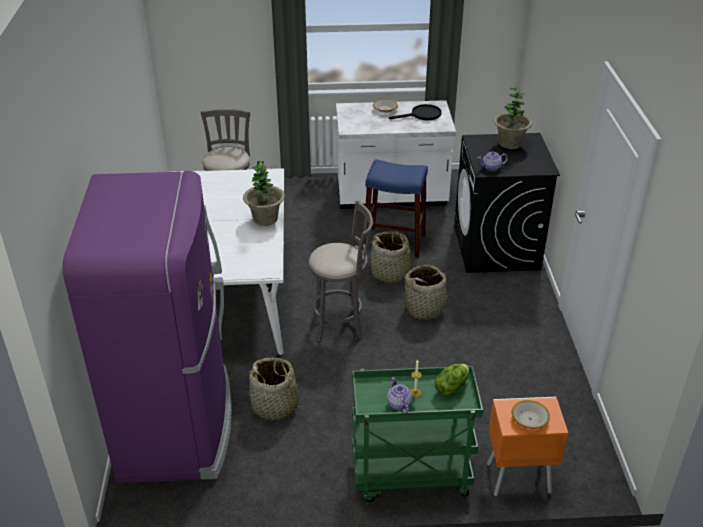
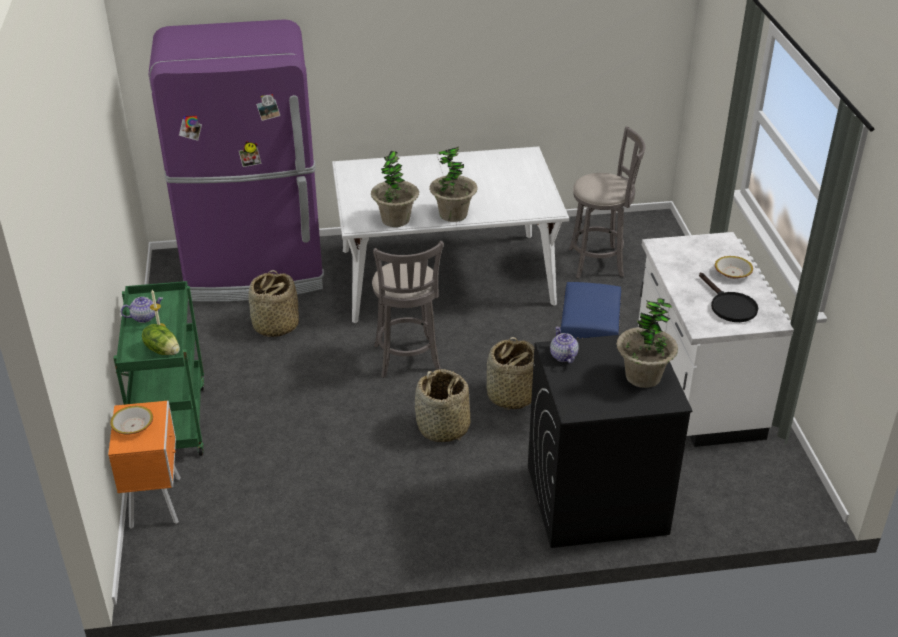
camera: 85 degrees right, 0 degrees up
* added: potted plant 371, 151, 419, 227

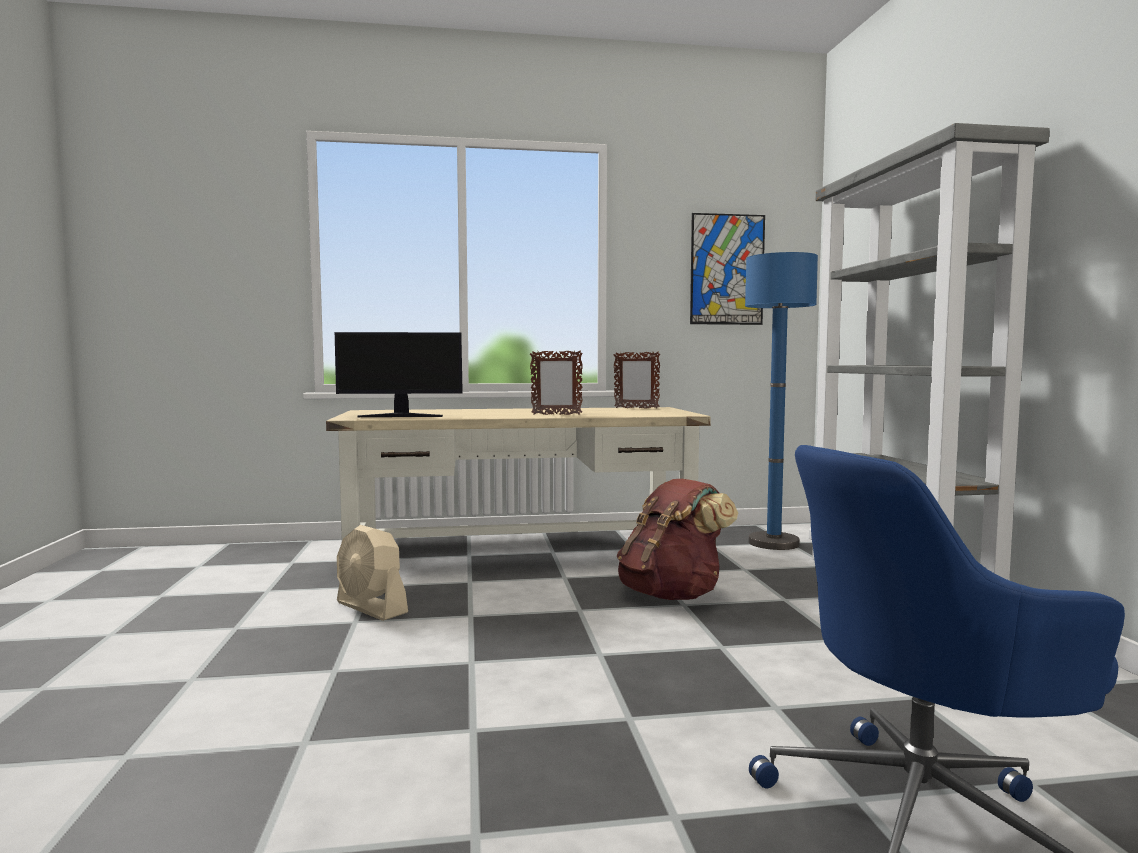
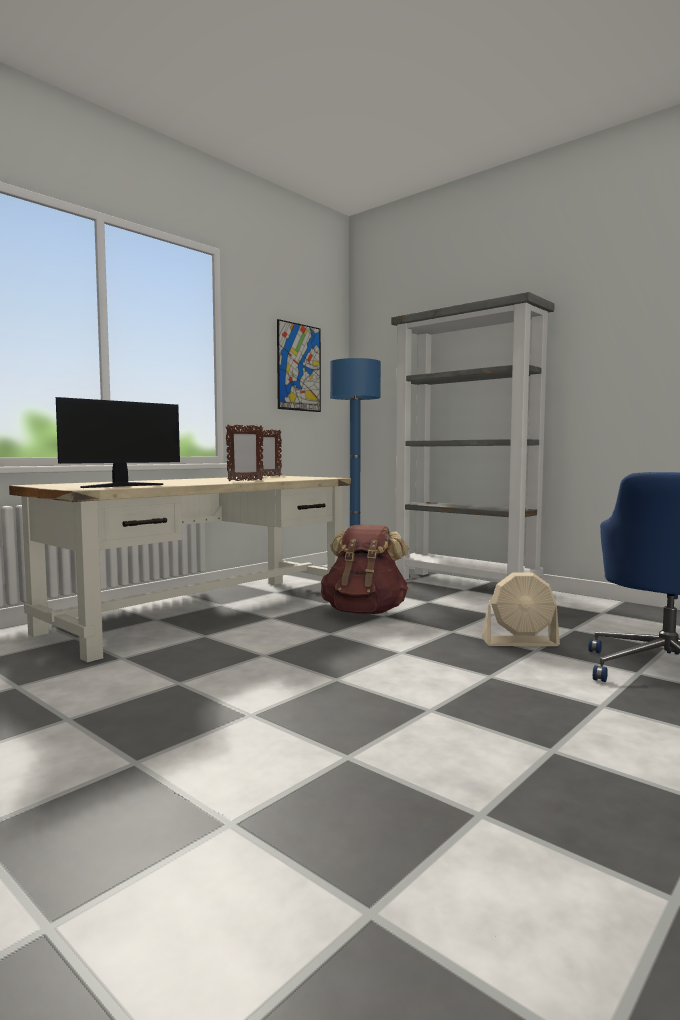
camera: 40 degrees left, 0 degrees up
* moved: beige fan 337, 525, 408, 621 to 482, 572, 560, 646

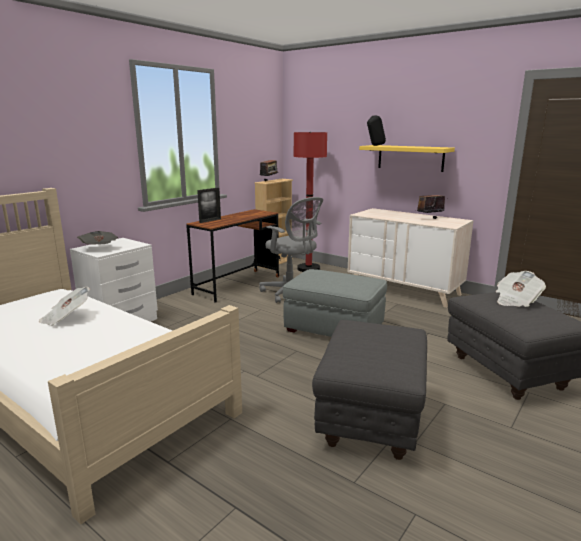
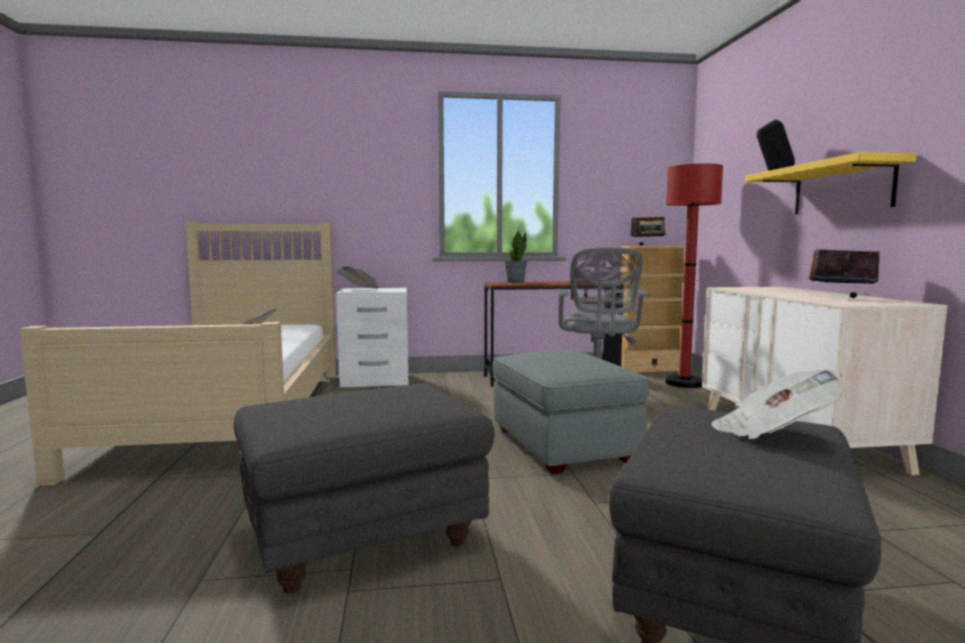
camera: 45 degrees right, 10 degrees down
* replaced: picture frame 197, 188, 221, 223 to potted plant 504, 230, 527, 283

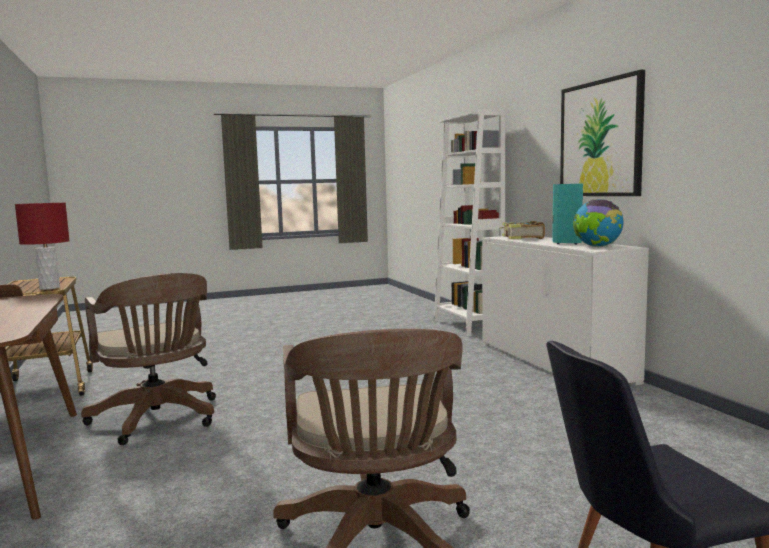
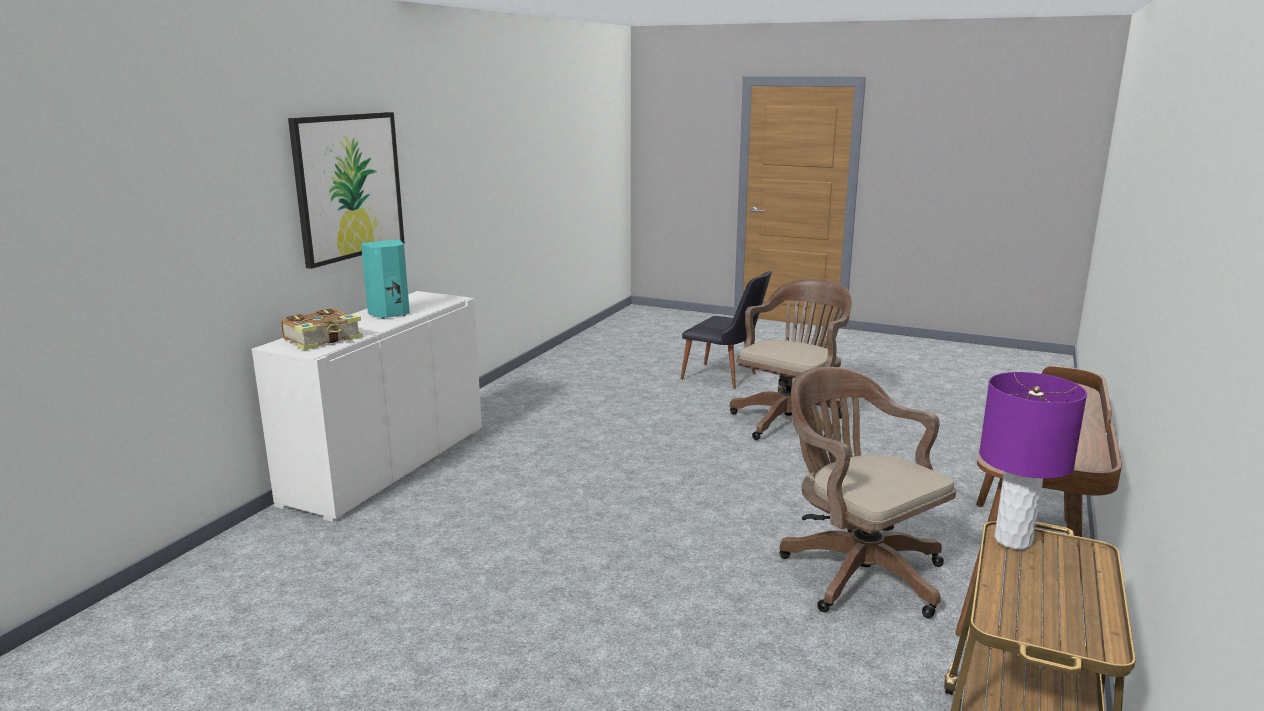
camera: 135 degrees left, 10 degrees up
* removed: white bookcase 434, 109, 505, 336
* removed: globe 573, 199, 624, 247
* recoloured: red table lamp 15, 203, 70, 290 to purple table lamp 979, 372, 1087, 549
* turned: brown office chair 81, 273, 216, 445 = 779, 367, 956, 618 45 degrees counterclockwise

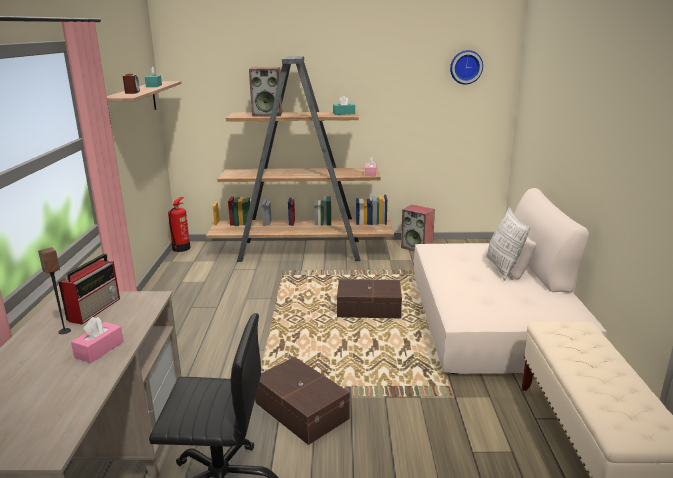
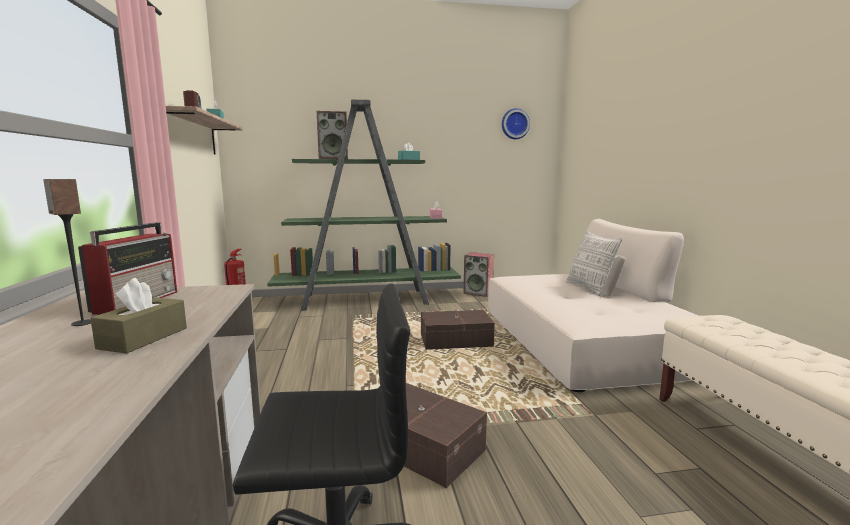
camera: 10 degrees left, 10 degrees down
* recoloured: brown bookcase 206, 56, 394, 262 to green bookcase 267, 100, 461, 311
* recoloured: pink tissue box 71, 317, 124, 363 to brown tissue box 90, 278, 187, 354

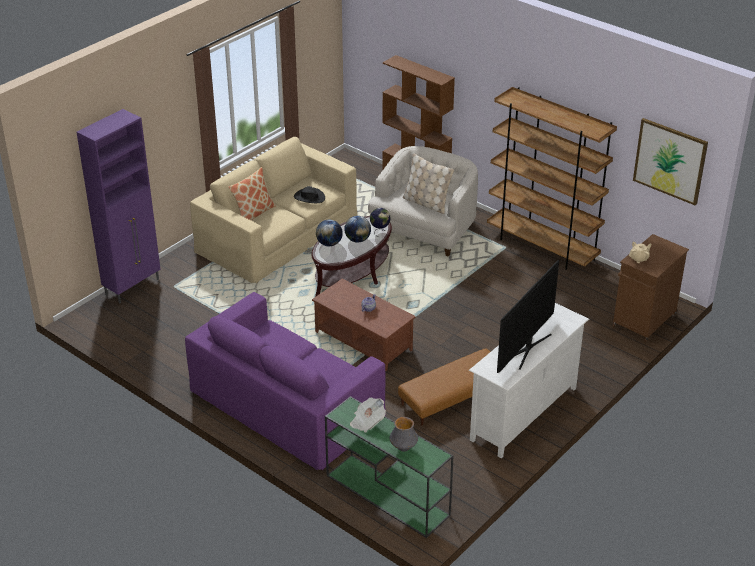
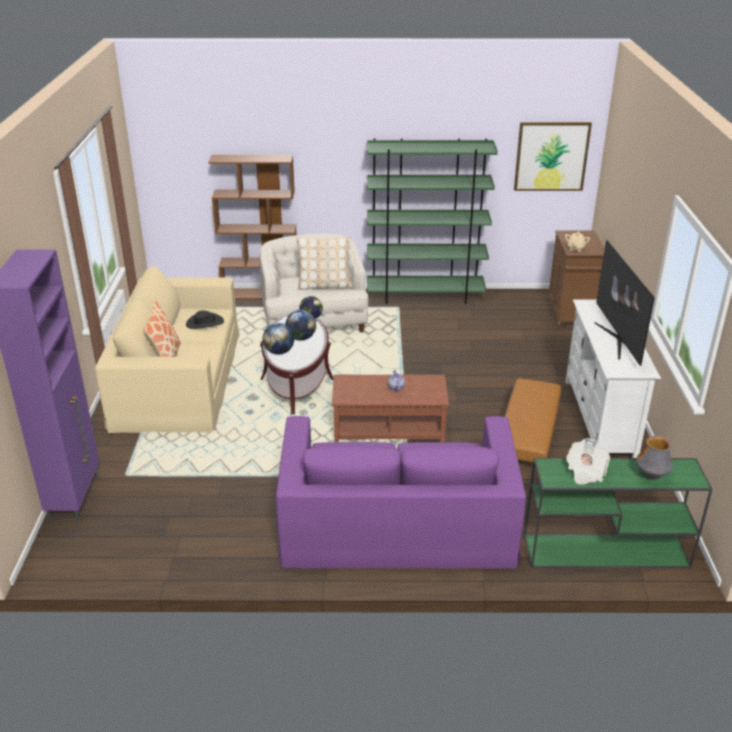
camera: 40 degrees left, 5 degrees down
* recoloured: brown bookcase 487, 87, 617, 270 to green bookcase 367, 138, 498, 304

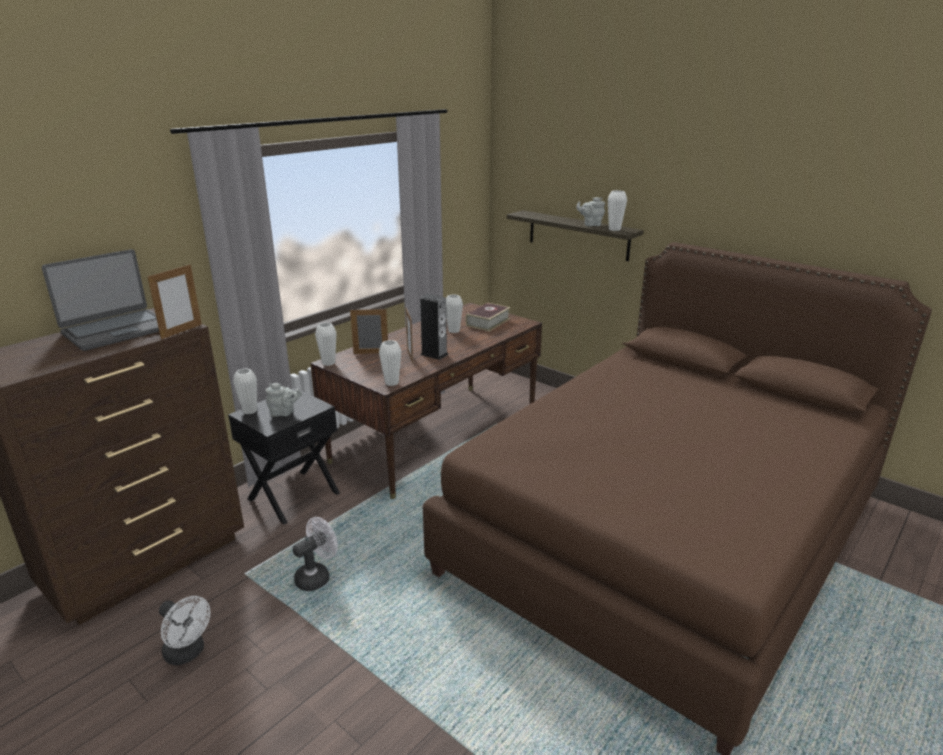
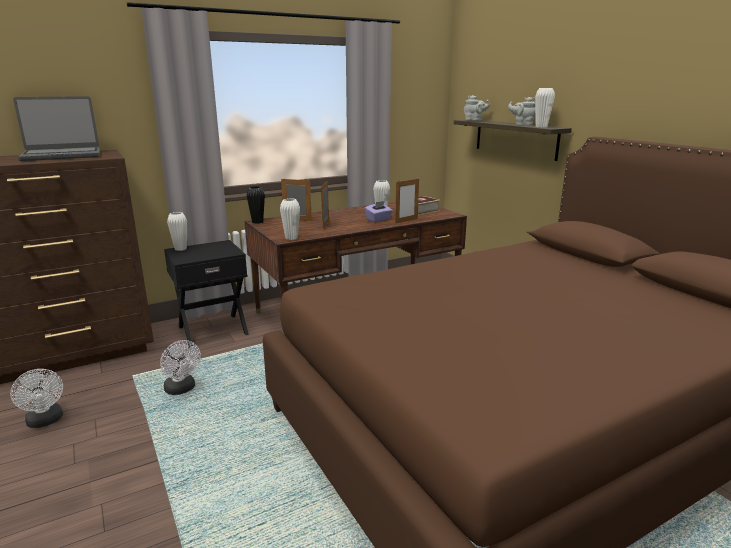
camera: 20 degrees right, 5 degrees down
* moved: picture frame 147, 264, 202, 339 to 395, 179, 419, 224
* removed: speaker 420, 294, 449, 360
* recoloured: white vase 315, 323, 337, 366 to black vase 247, 186, 265, 224
* moved: grey teapot 266, 383, 302, 417 to 464, 95, 490, 120
* turned: white fan 293, 517, 338, 591 = 160, 340, 201, 395 75 degrees clockwise
* added: purple tissue box 364, 201, 393, 223

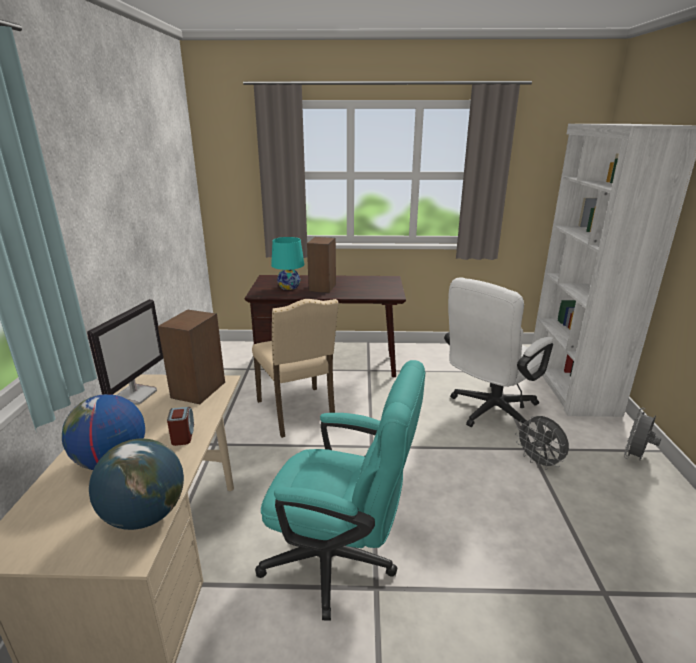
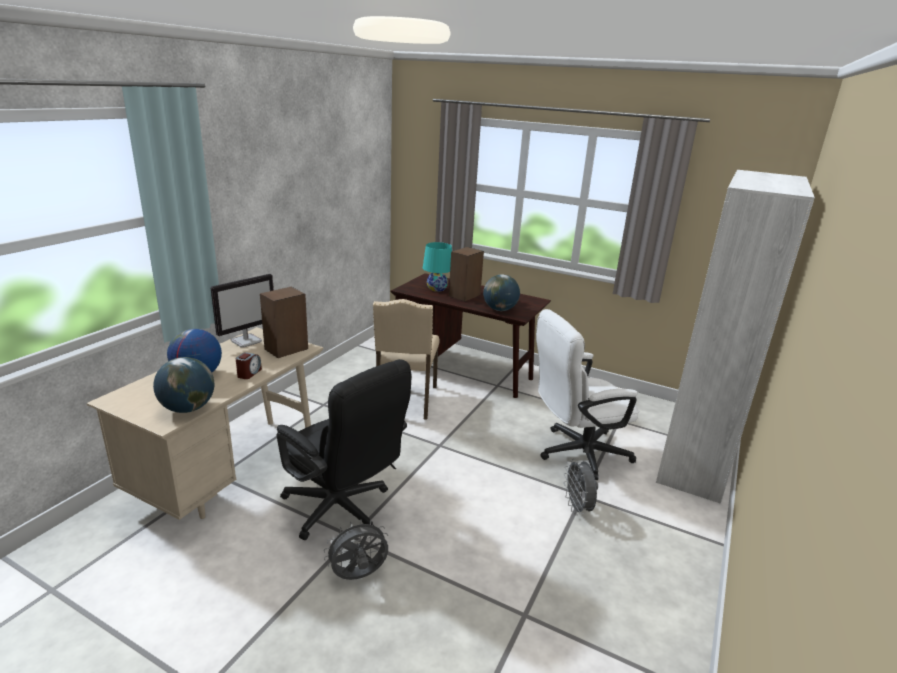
camera: 25 degrees right, 0 degrees up
* recoloured: turquoise office chair 255, 360, 425, 620 to black office chair 276, 359, 412, 540
* moved: grey fan 624, 408, 661, 460 to 324, 519, 388, 580
* added: globe 483, 274, 520, 311

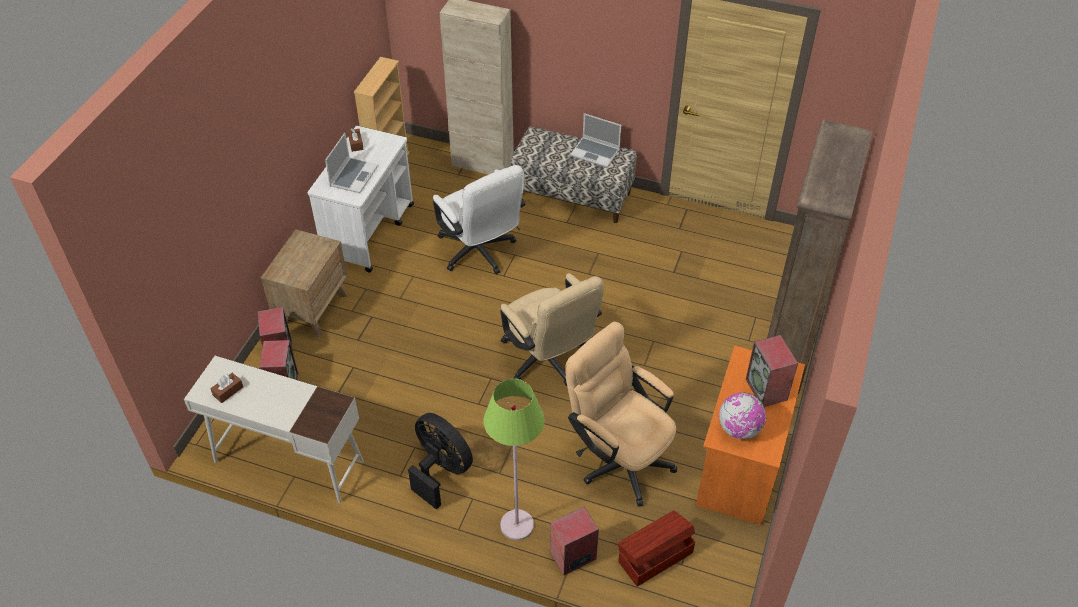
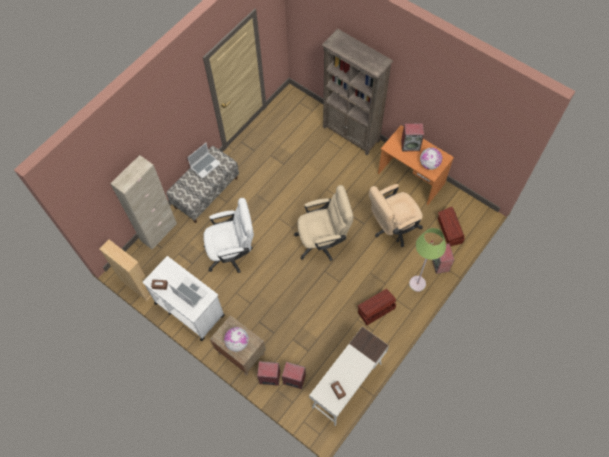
camera: 70 degrees left, 15 degrees up
* replaced: black fan 408, 413, 473, 510 to brown storage box 358, 289, 396, 325
* added: globe 224, 327, 249, 352

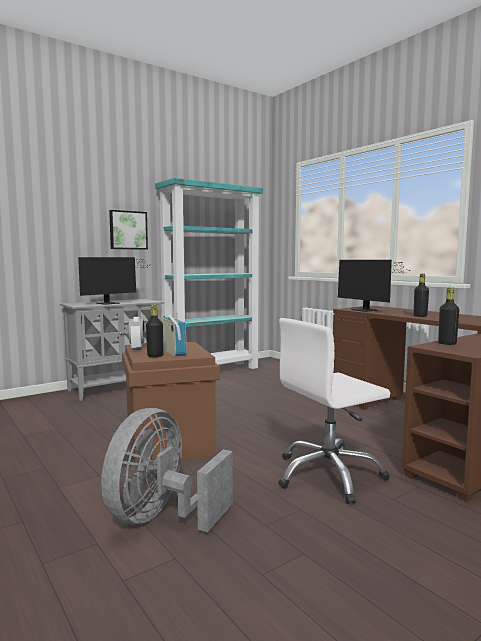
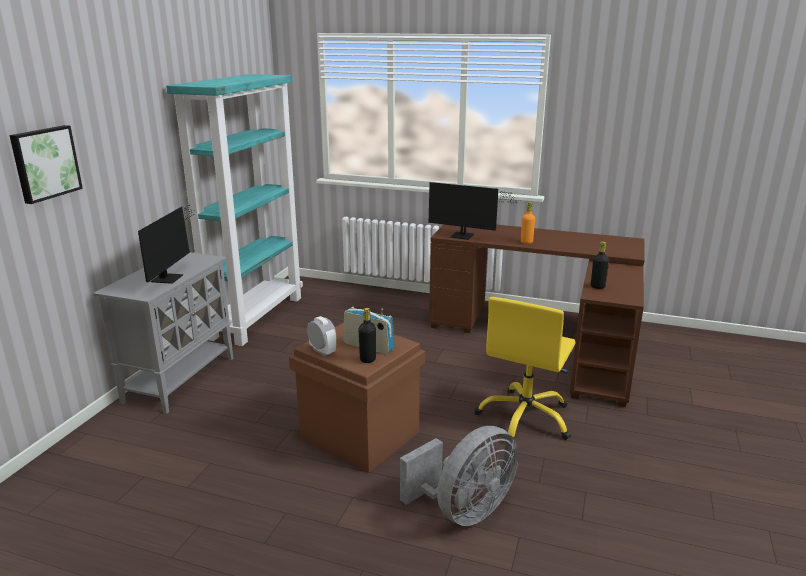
camera: 35 degrees left, 15 degrees up
* moved: picture 109, 210, 148, 250 to 9, 125, 83, 204
* recoloured: black bottle 414, 273, 429, 317 to orange bottle 521, 202, 535, 244
* recoloured: white office chair 278, 318, 390, 504 to yellow office chair 474, 297, 576, 440
* turned: grey fan 101, 408, 233, 532 = 400, 426, 519, 526 120 degrees counterclockwise

